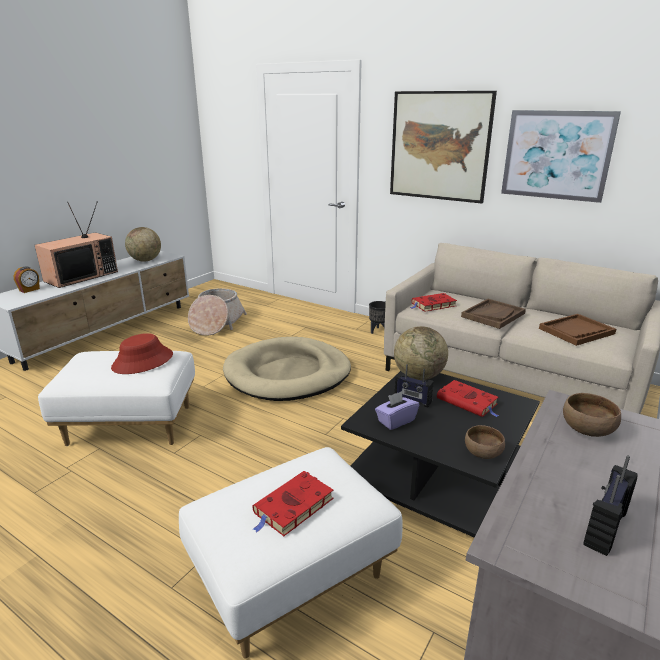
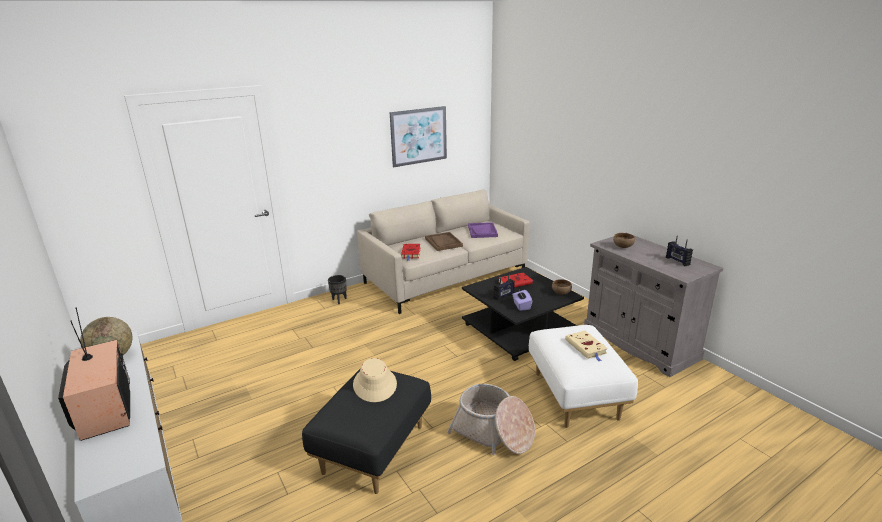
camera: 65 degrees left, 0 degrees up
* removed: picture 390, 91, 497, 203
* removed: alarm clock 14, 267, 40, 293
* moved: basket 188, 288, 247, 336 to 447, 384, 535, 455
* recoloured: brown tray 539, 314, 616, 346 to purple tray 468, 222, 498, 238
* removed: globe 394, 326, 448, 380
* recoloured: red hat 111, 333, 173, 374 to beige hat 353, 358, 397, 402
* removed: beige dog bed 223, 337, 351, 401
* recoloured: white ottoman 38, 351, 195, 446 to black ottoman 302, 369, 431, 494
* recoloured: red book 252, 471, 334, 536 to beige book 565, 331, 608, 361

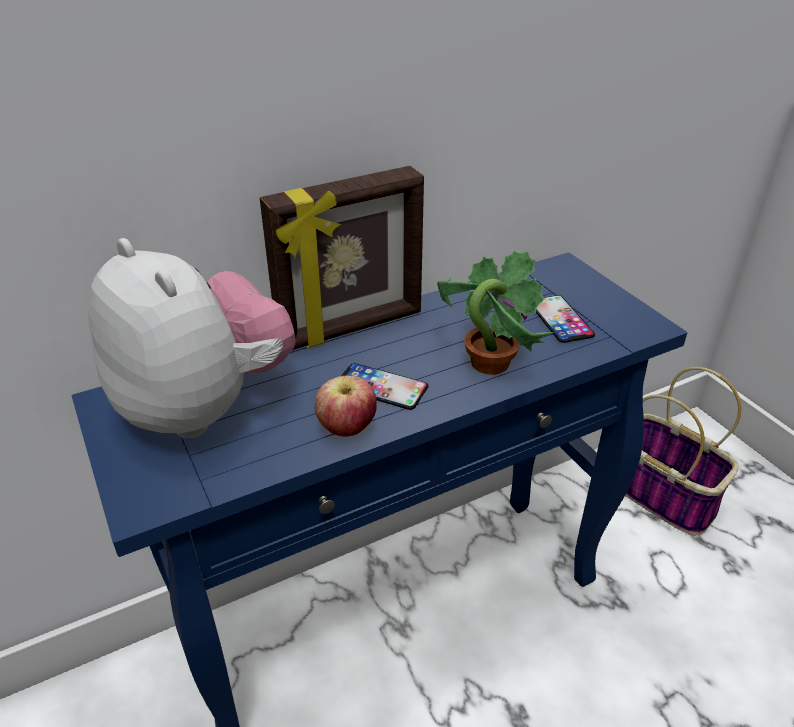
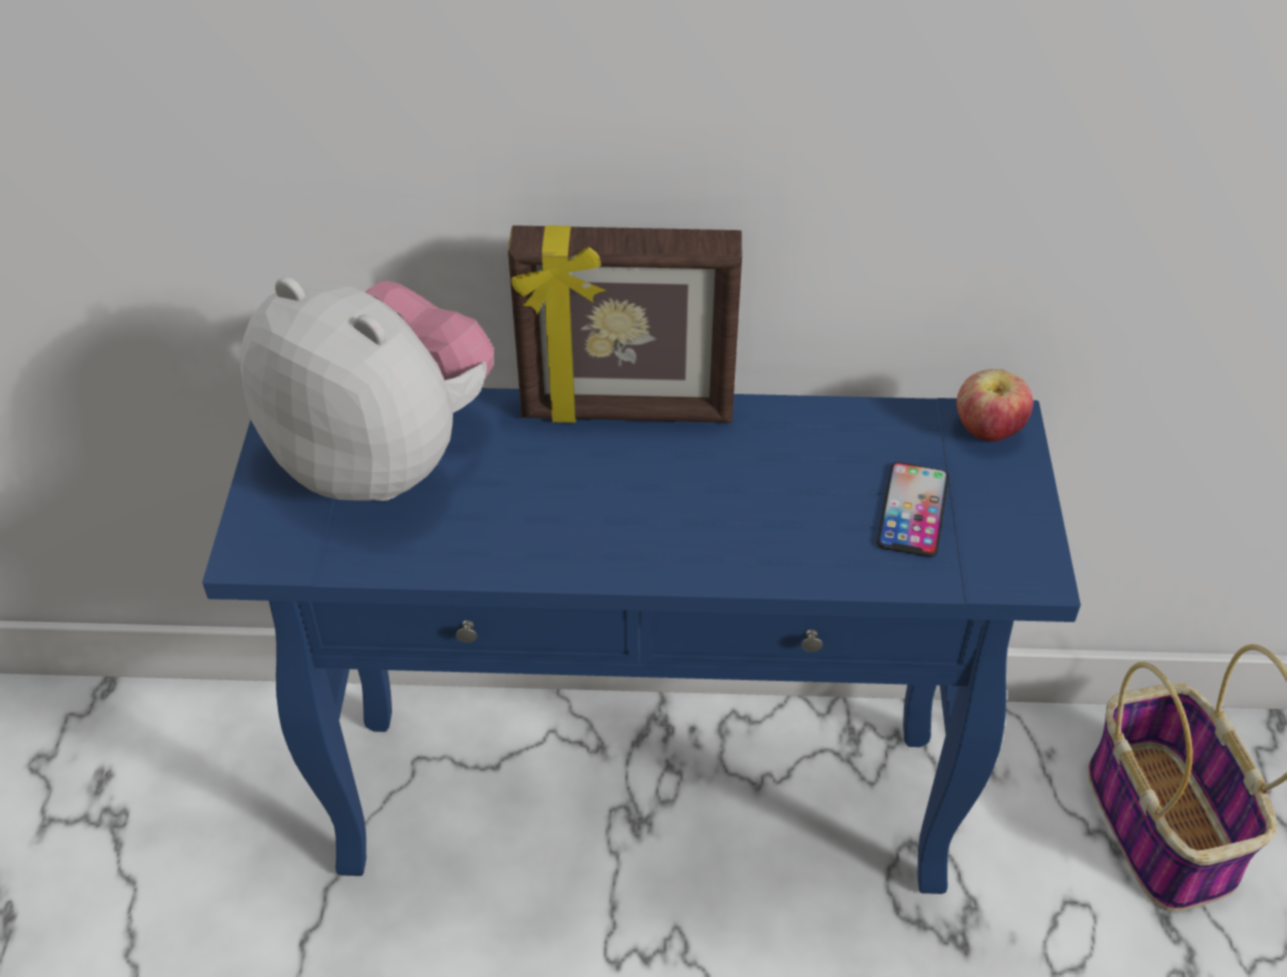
camera: 30 degrees right, 10 degrees up
* turned: plush toy 88, 238, 296, 439 = 240, 277, 494, 501 45 degrees counterclockwise
* removed: potted plant 437, 250, 553, 375
* removed: phone 341, 363, 428, 410
* moved: apple 315, 376, 377, 437 to 957, 369, 1033, 442

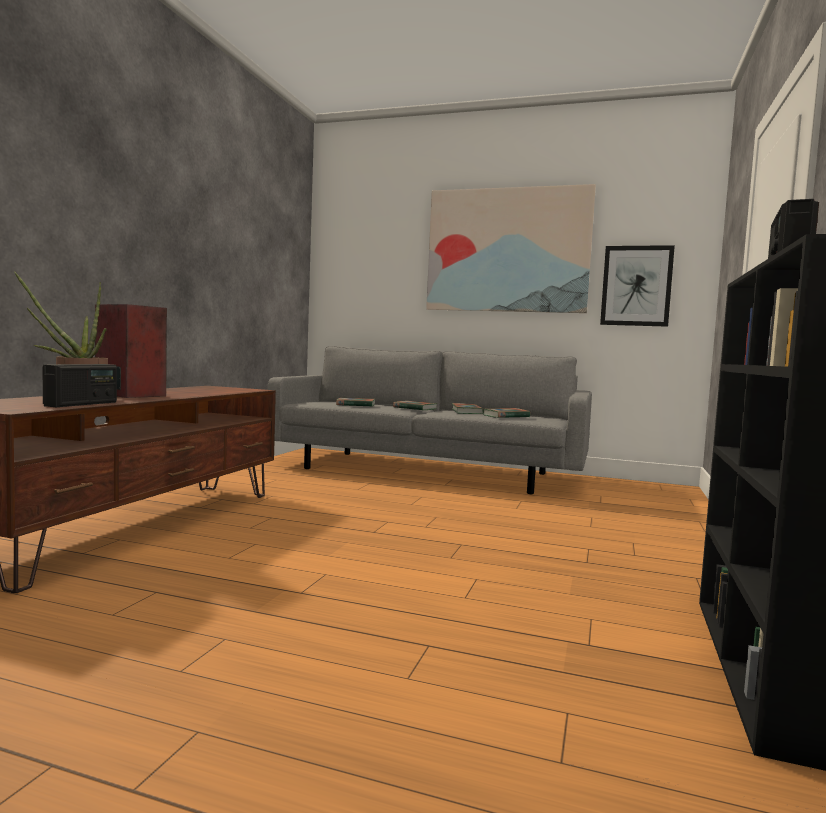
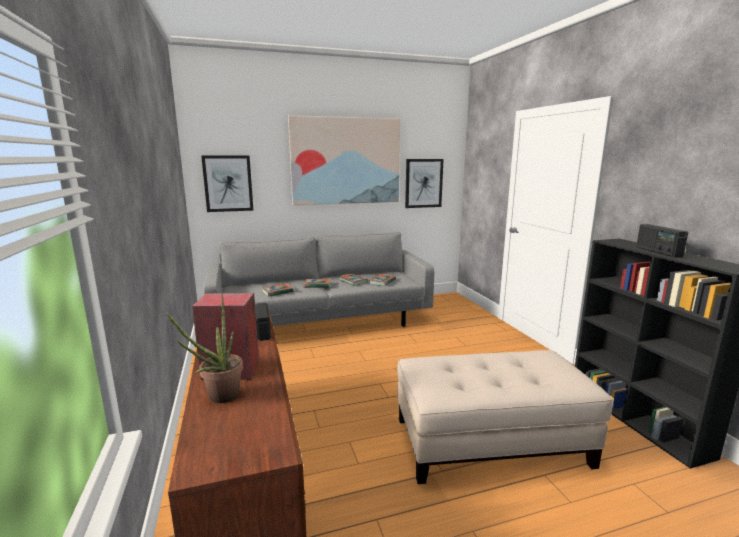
camera: 35 degrees left, 10 degrees up
* moved: radio 42, 364, 117, 407 to 255, 303, 271, 341
* added: picture 201, 155, 254, 212
* added: beige ottoman 397, 350, 613, 484

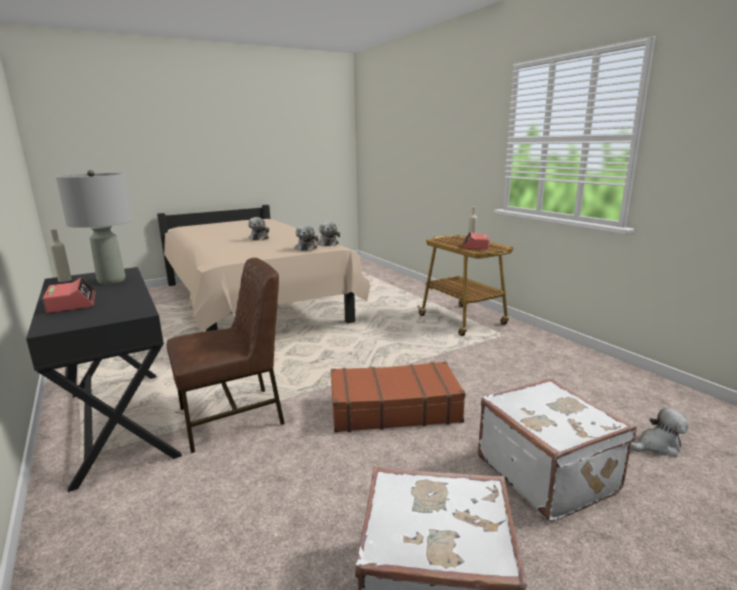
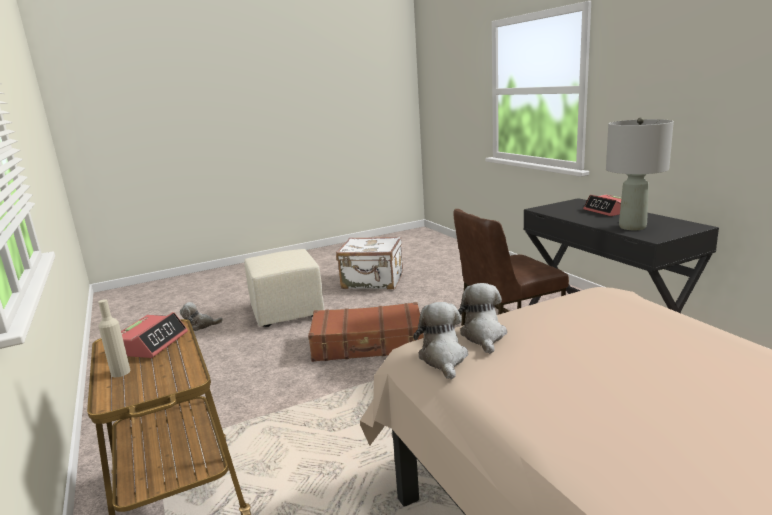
camera: 175 degrees left, 0 degrees up
* removed: plush toy 248, 217, 269, 241
* removed: beige bottle 50, 229, 72, 282
* replaced: white suitcase 478, 378, 637, 522 to beige ottoman 244, 249, 324, 327

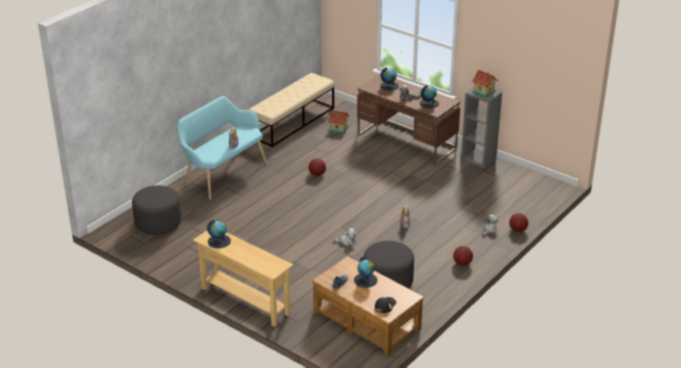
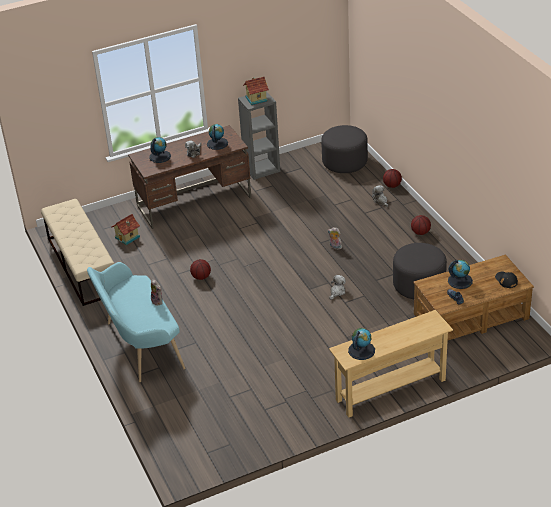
camera: 60 degrees left, 5 degrees up
* moved: grey ottoman 132, 185, 181, 235 to 321, 125, 368, 173

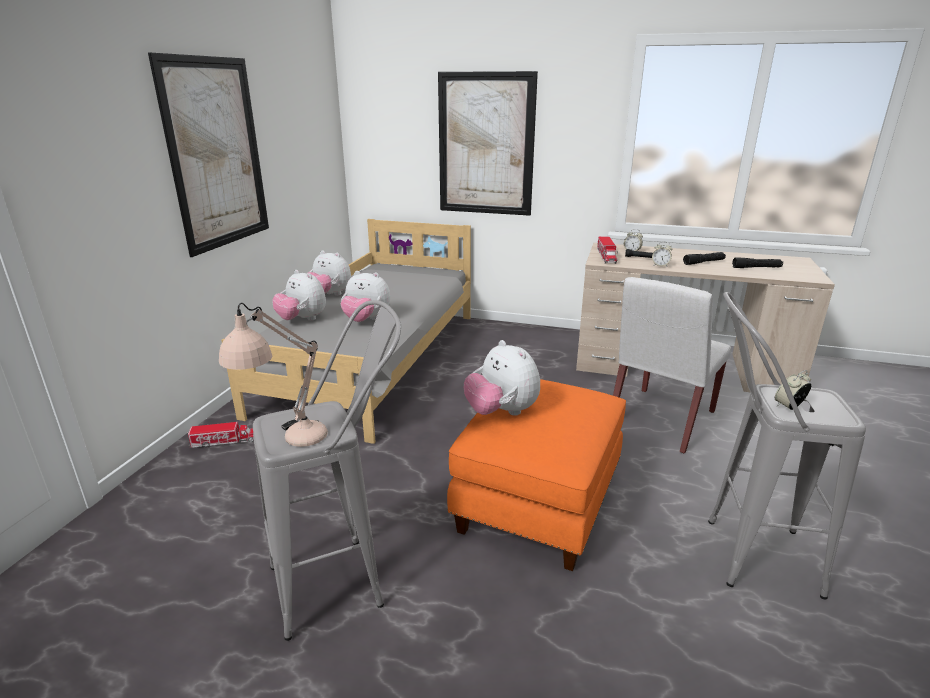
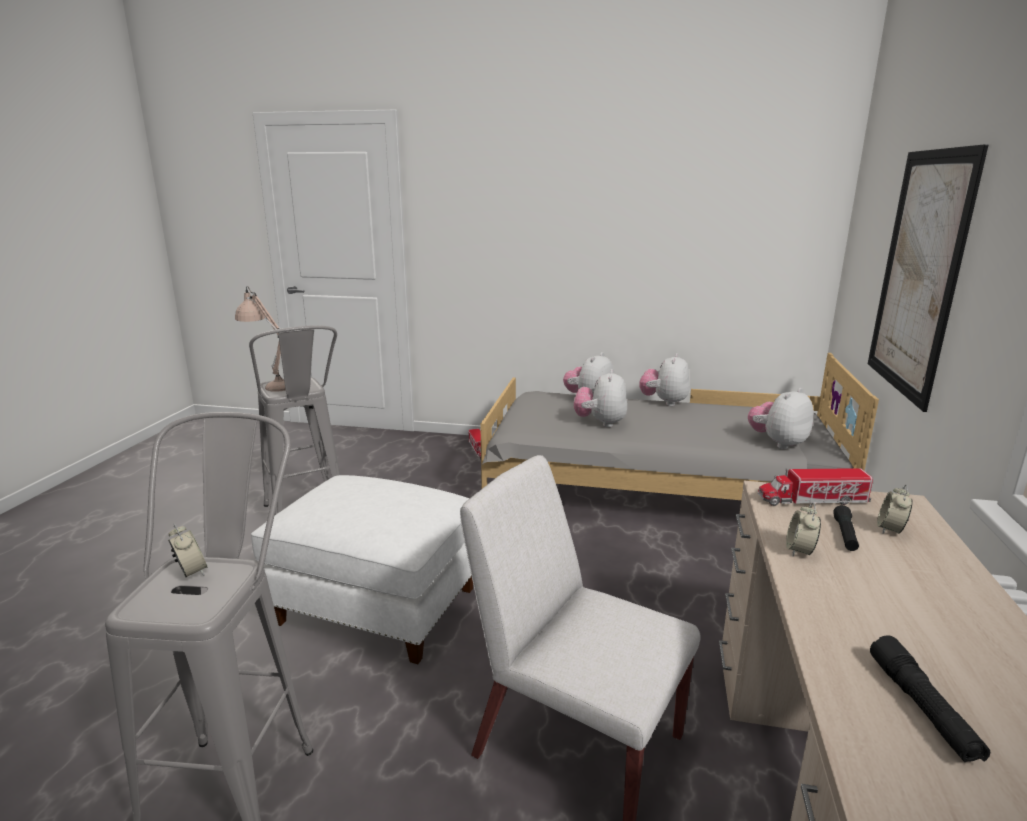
camera: 85 degrees right, 5 degrees down
* removed: picture 148, 53, 269, 257
* removed: black flashlight 683, 252, 726, 265
* moved: plush toy 464, 340, 540, 416 to 748, 388, 814, 449
* recoloured: orange ottoman 447, 379, 626, 571 to white ottoman 251, 475, 473, 664

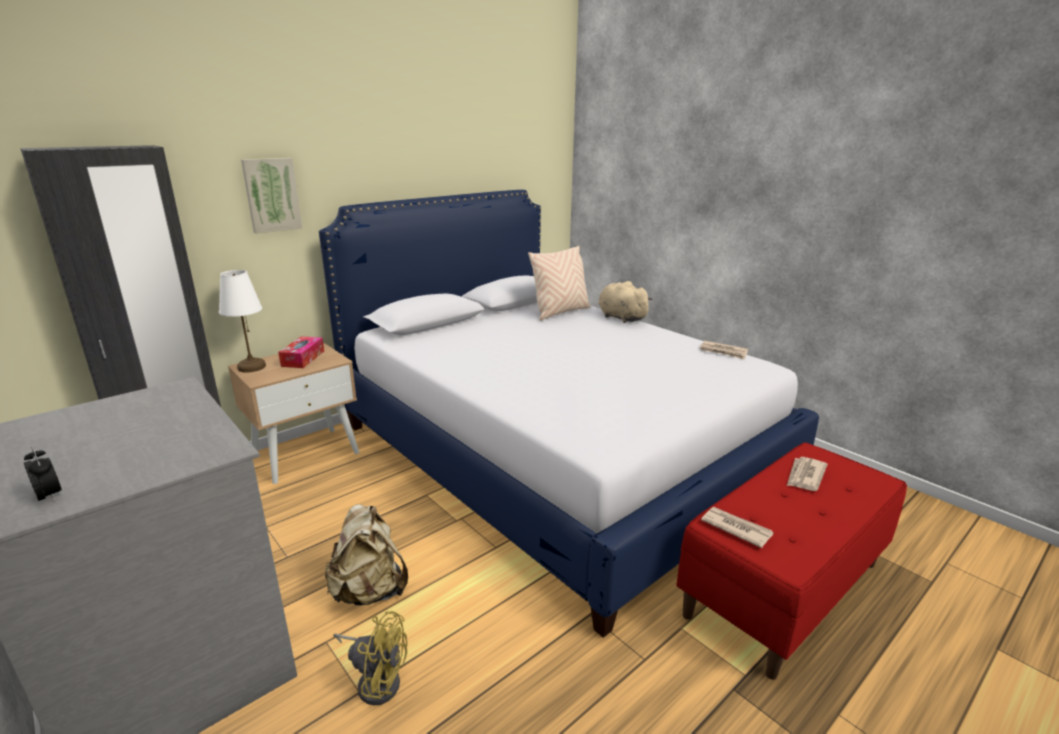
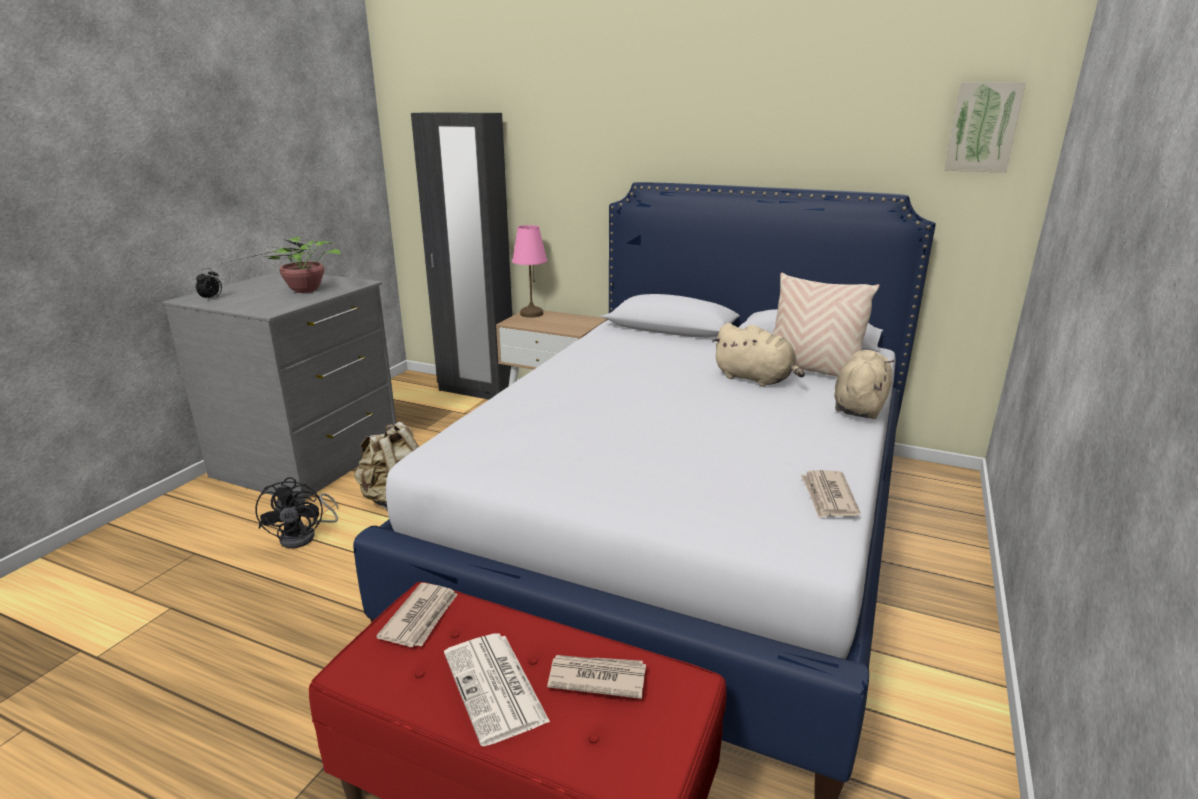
camera: 65 degrees right, 0 degrees up
* moved: picture 241, 158, 302, 234 to 945, 82, 1026, 173
* recoloured: white table lamp 219, 270, 266, 373 to pink table lamp 512, 225, 547, 318
* removed: tissue box 278, 336, 324, 368
* recoloured: yellow fan 333, 611, 408, 705 to black fan 255, 477, 338, 548
* added: potted plant 222, 237, 340, 293
* added: beige plush toy 712, 323, 805, 387
* added: newspaper 444, 633, 550, 746

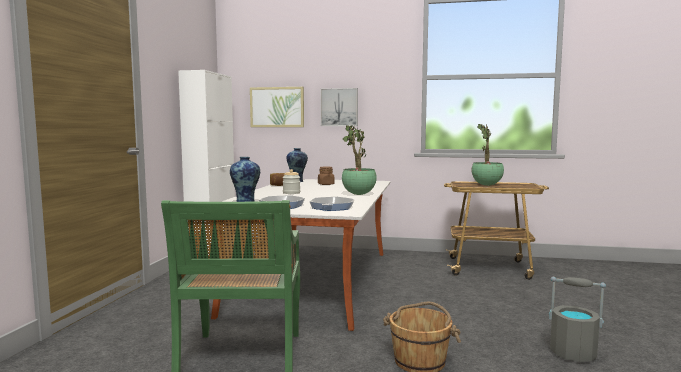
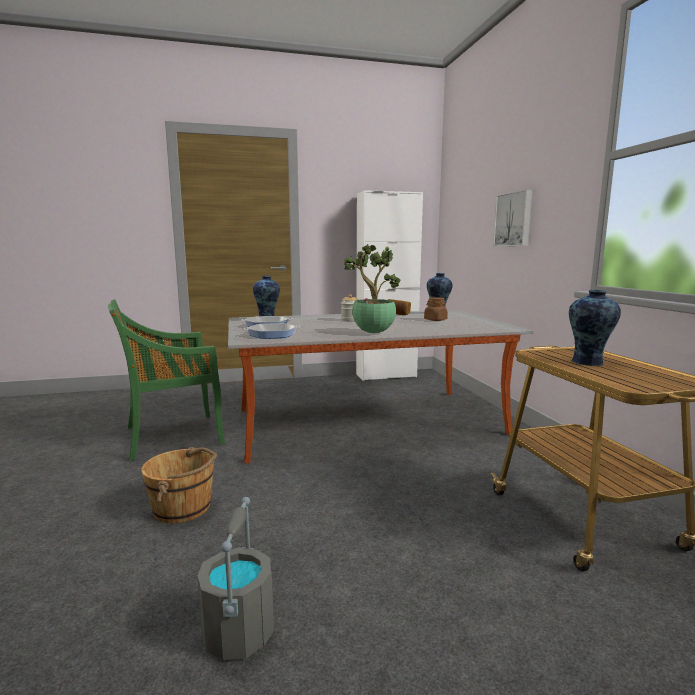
camera: 65 degrees right, 5 degrees up
* removed: picture 250, 87, 304, 127
* replaced: potted plant 472, 124, 504, 186 to vase 569, 290, 621, 366

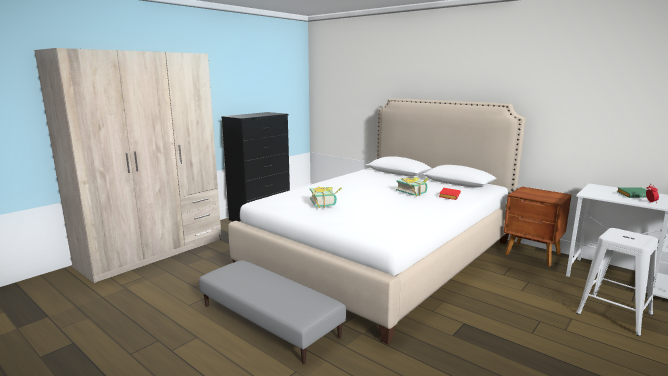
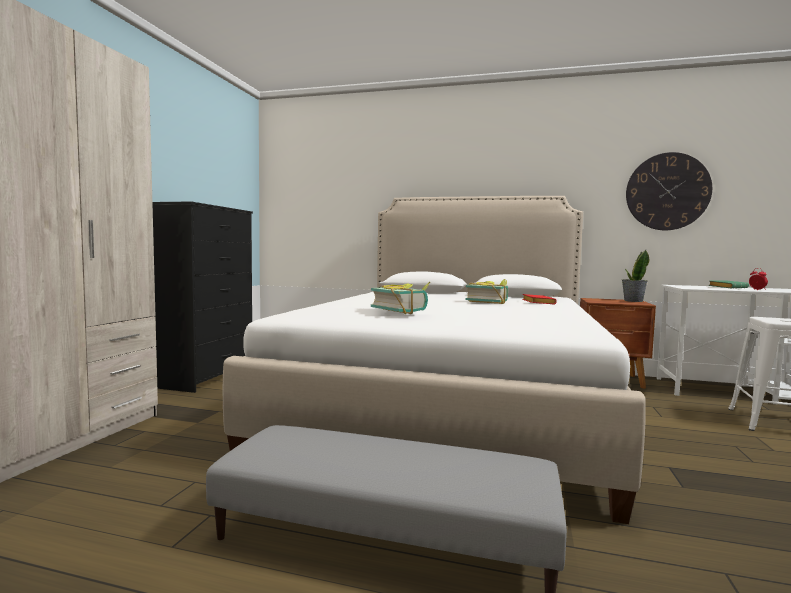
camera: 25 degrees left, 10 degrees down
* added: wall clock 626, 152, 712, 230
* added: potted plant 622, 250, 649, 302

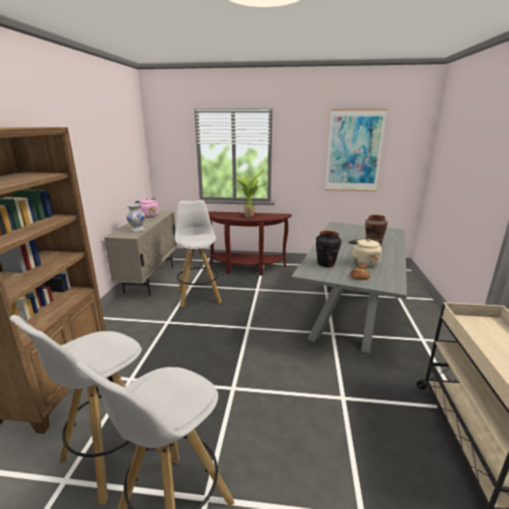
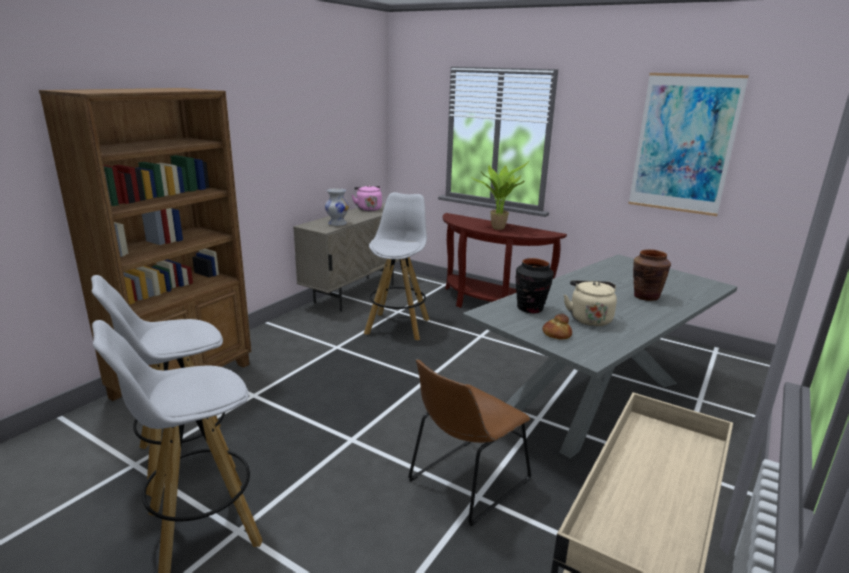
camera: 25 degrees right, 0 degrees up
* added: brown chair 408, 359, 531, 526

